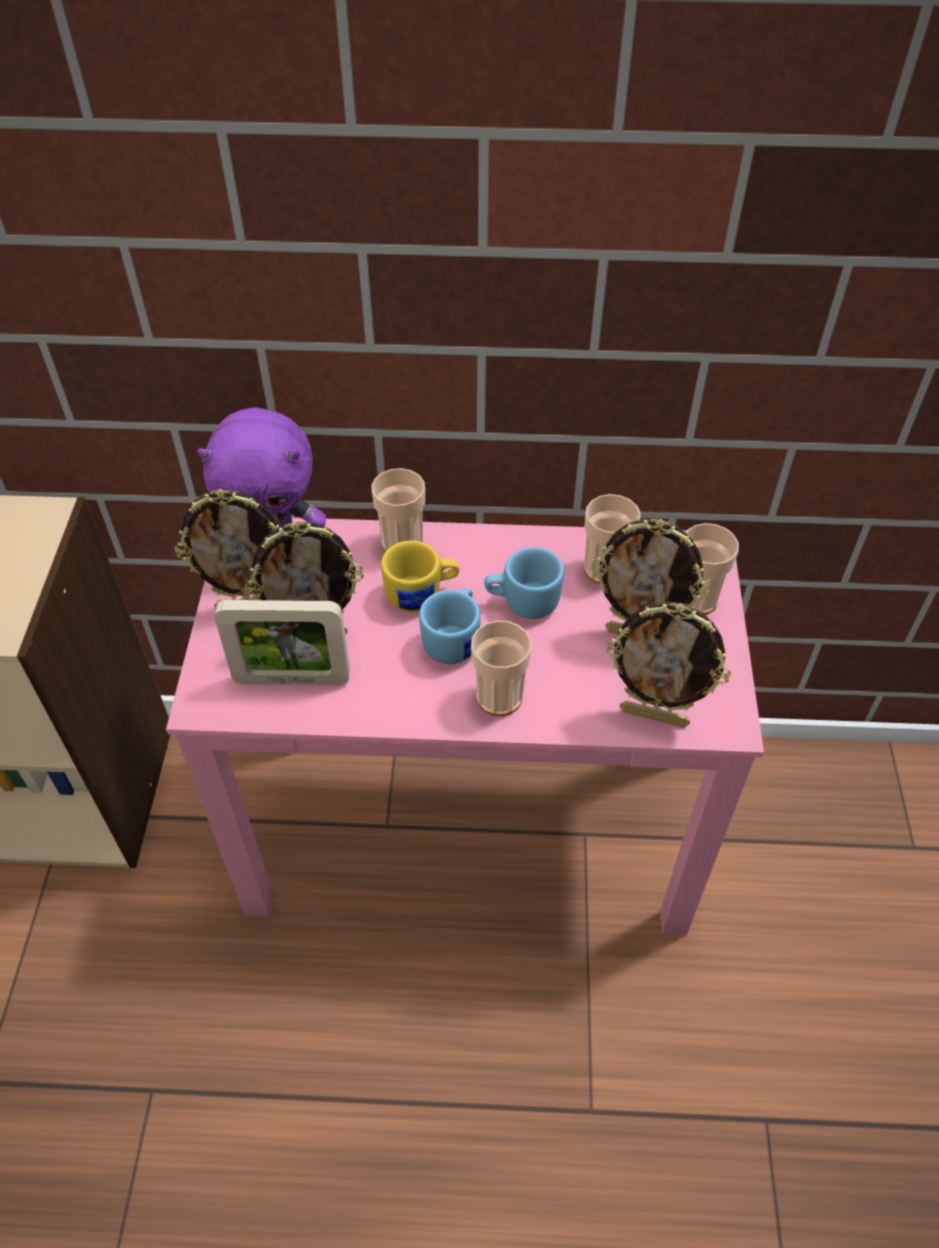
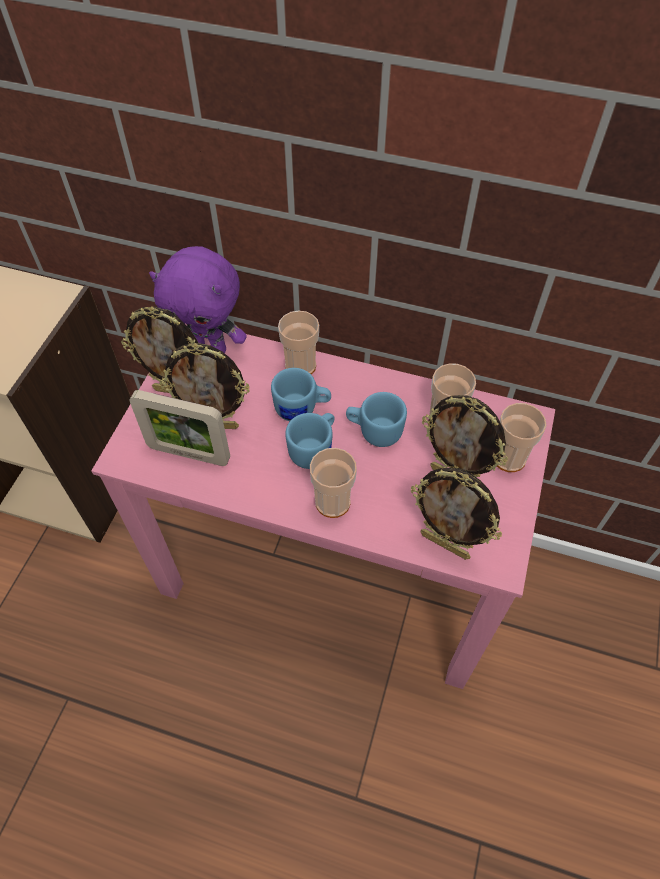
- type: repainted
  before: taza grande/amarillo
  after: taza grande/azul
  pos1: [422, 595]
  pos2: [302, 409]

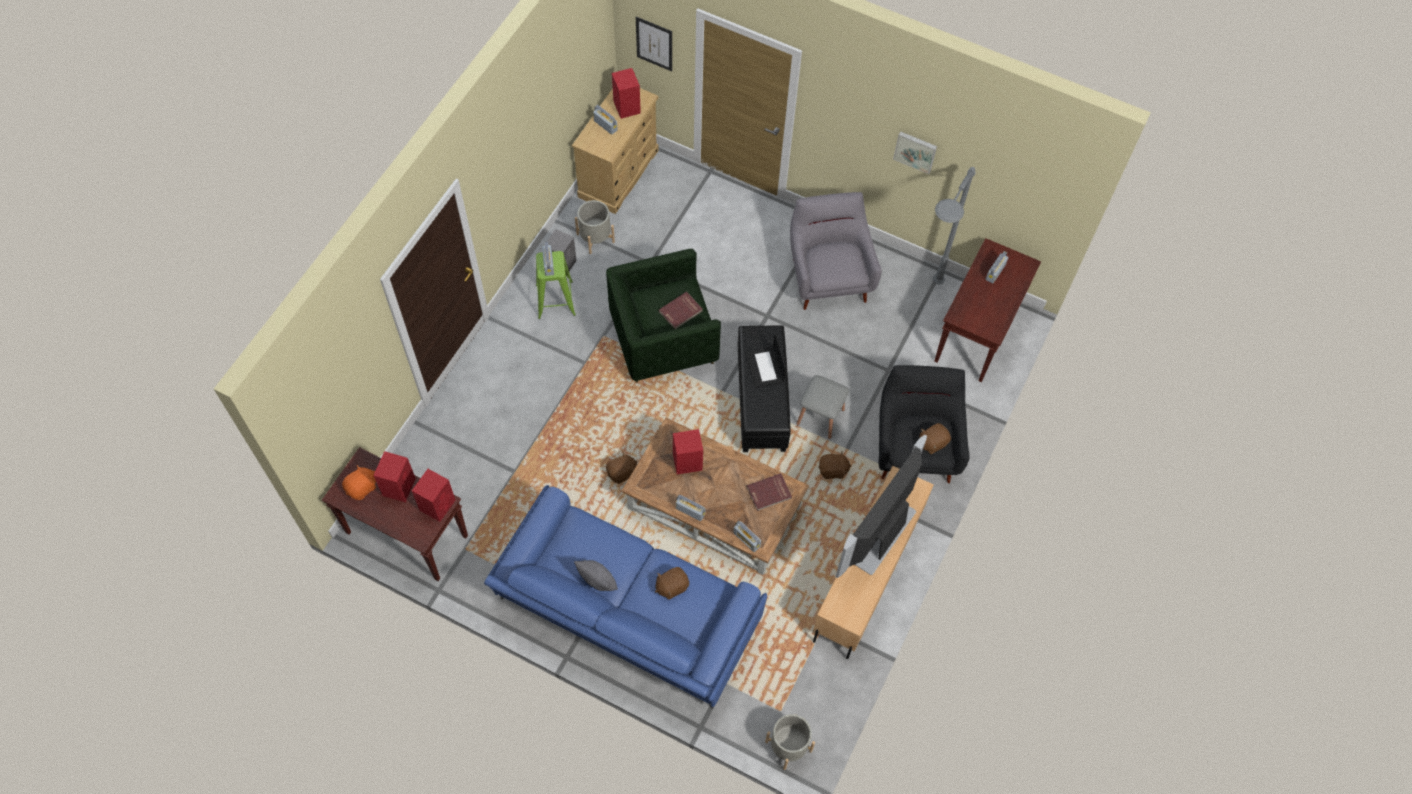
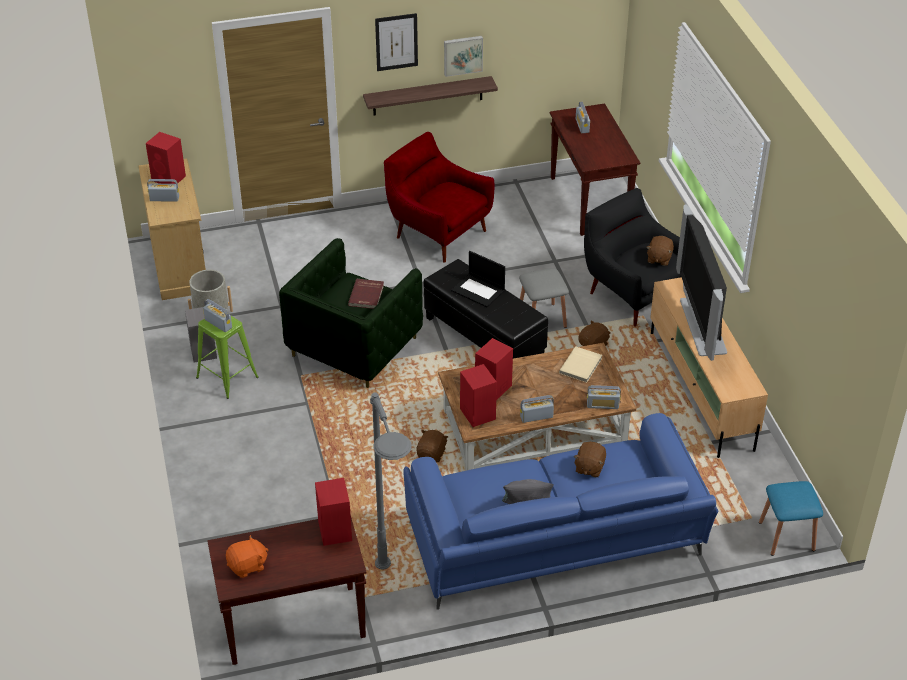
- type: new
  after: estante
  pos2: [427, 96]
- type: shifted
  before: altavoz/rojo
  pos1: [399, 486]
  pos2: [477, 413]
- type: shifted
  before: cuadro
  pos1: [654, 43]
  pos2: [396, 42]
- type: shifted
  before: lámpara de pie/gris
  pos1: [923, 308]
  pos2: [394, 603]
- type: swapped
  before: maceta/gris
  after: taburete/azul
  pos1: [788, 746]
  pos2: [786, 536]
- type: repainted
  before: libro/rojo
  after: libro/beis
  pos1: [769, 493]
  pos2: [581, 366]
- type: repainted
  before: sillón/gris
  after: sillón/rojo
  pos1: [828, 276]
  pos2: [437, 232]
- type: rotated
  before: peluche/naranja
  pos1: [362, 488]
  pos2: [248, 566]
  turn: 60

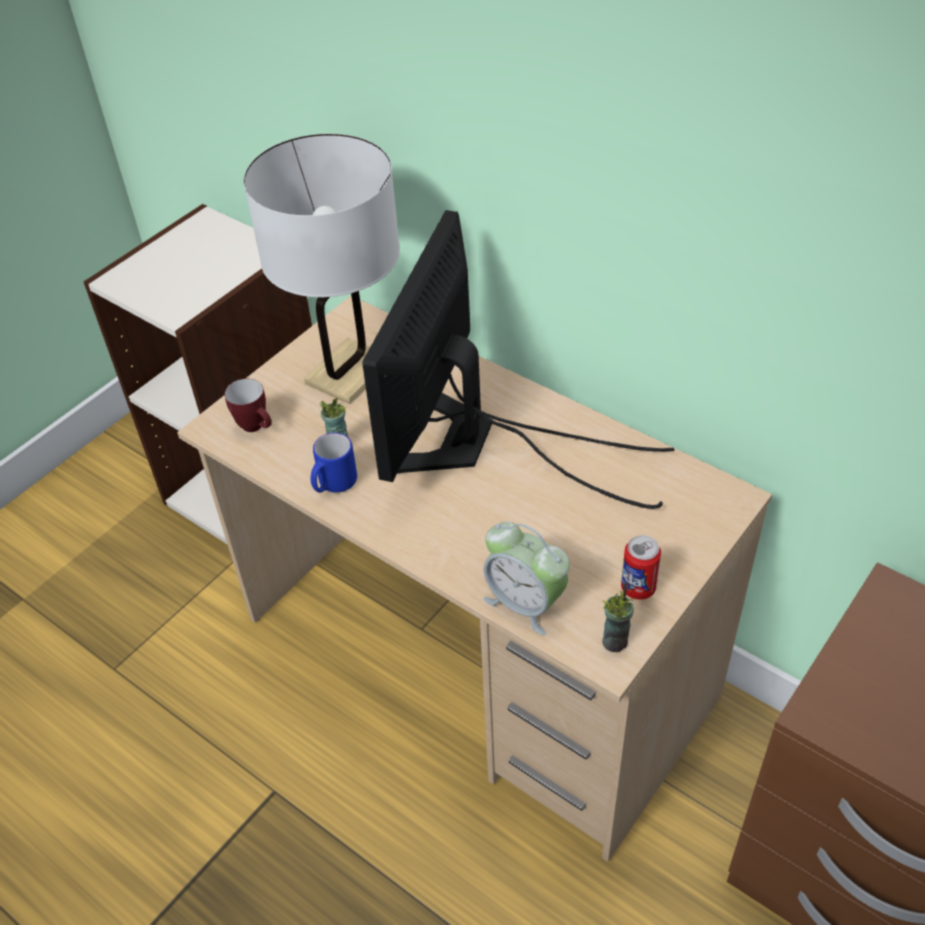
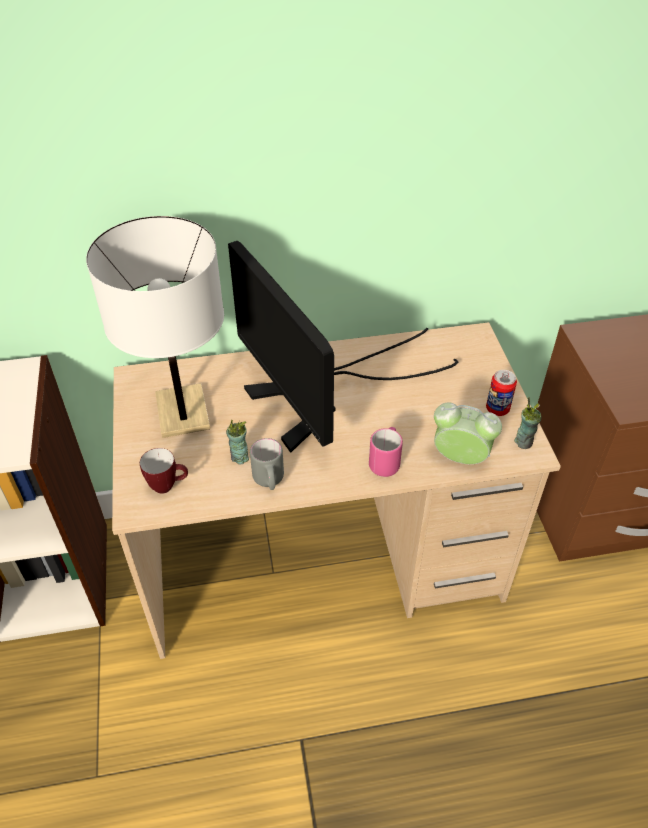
- type: new
  after: taza grande/rosa
  pos2: [386, 461]
- type: repainted
  before: taza grande/azul
  after: taza grande/gris
  pos1: [333, 485]
  pos2: [269, 481]
- type: rotated
  before: despertador
  pos1: [525, 603]
  pos2: [460, 458]
  turn: -150

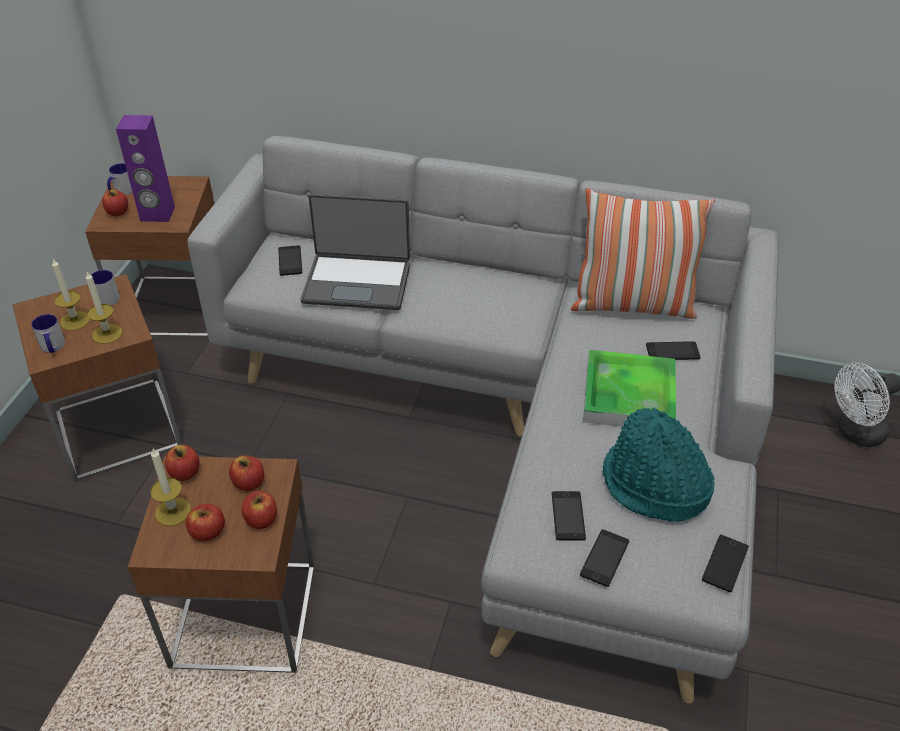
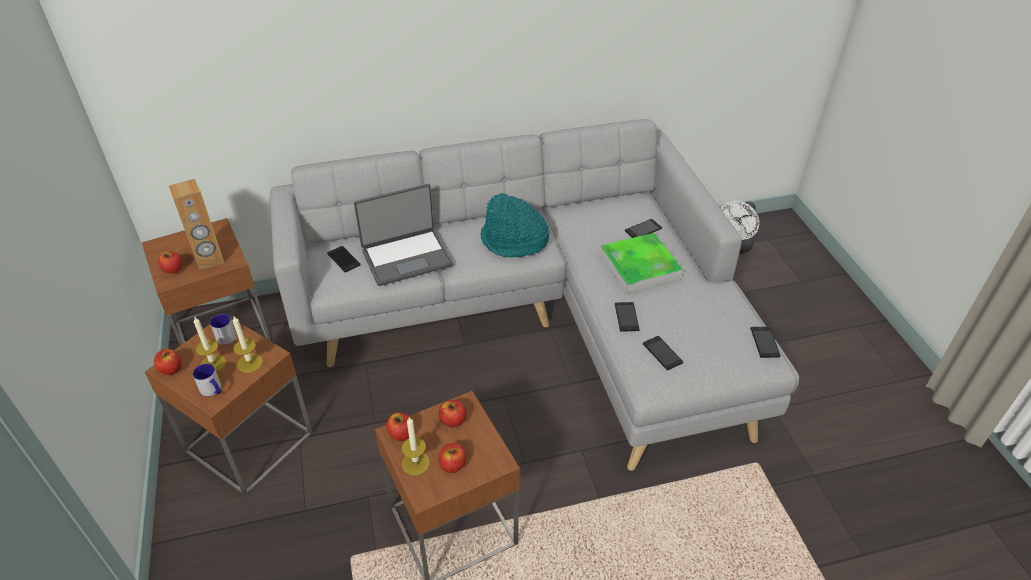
- type: gone
  before: taza grande
  pos1: [122, 192]
- type: gone
  before: cojín
  pos1: [632, 305]
- type: shifted
  before: manzana
  pos1: [261, 520]
  pos2: [171, 369]
- type: shifted
  before: móvil
  pos1: [604, 558]
  pos2: [626, 317]
- type: shifted
  before: sombrero/turquesa
  pos1: [653, 486]
  pos2: [514, 241]
- type: repainted
  before: altavoz/morado
  after: altavoz/marrón
  pos1: [157, 214]
  pos2: [209, 260]

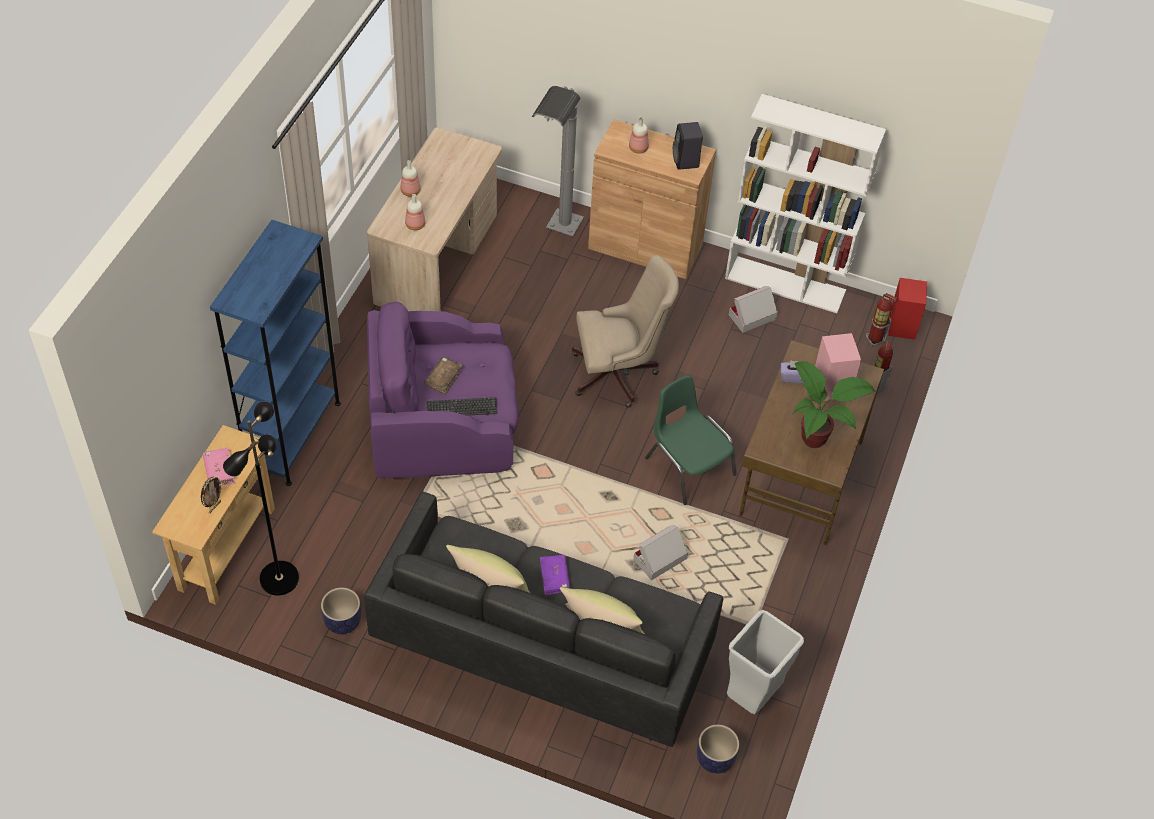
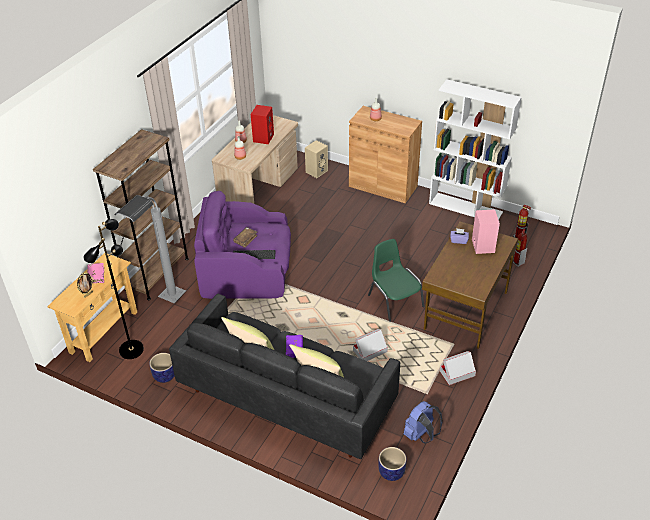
- type: gone
  before: silla de oficina/beis
  pos1: [619, 374]
- type: gone
  before: altavoz/negro
  pos1: [686, 161]
- type: gone
  before: planta en maceta
  pos1: [817, 438]
- type: new
  after: altavoz/beis
  pos2: [316, 171]
- type: shifted
  before: lámpara de pie/gris
  pos1: [557, 239]
  pos2: [164, 305]
- type: shifted
  before: caja de cartón
  pos1: [752, 317]
  pos2: [457, 373]
- type: shifted
  before: altavoz/rojo
  pos1: [901, 325]
  pos2: [263, 137]
- type: swapped
  before: papelera/gris
  after: mochila/azul
  pos1: [752, 696]
  pos2: [421, 435]
- type: repainted
  before: estantería/azul
  after: estantería/marrón
  pos1: [293, 435]
  pos2: [157, 274]

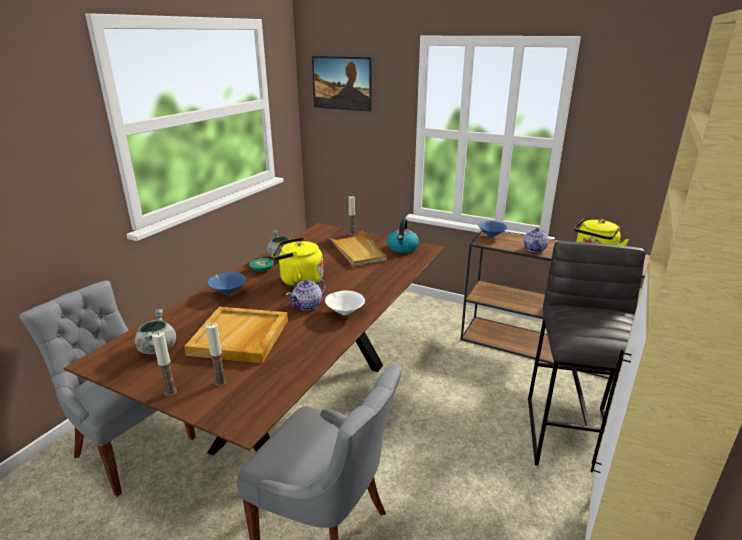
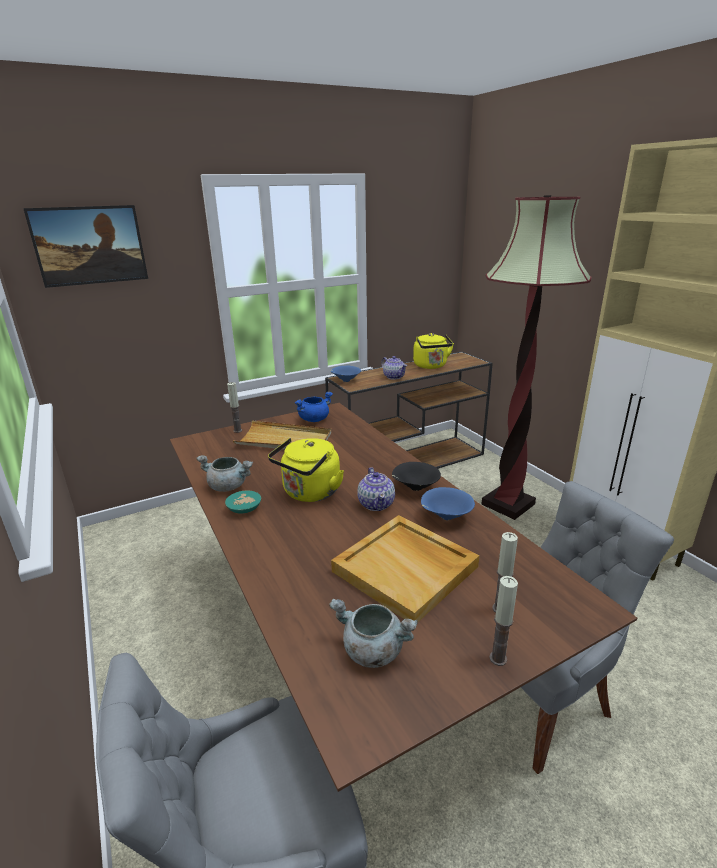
- type: shifted
  before: cuenco/azul
  pos1: [228, 292]
  pos2: [445, 517]
- type: swapped
  before: hervidor
  after: olla/azul
  pos1: [402, 248]
  pos2: [314, 419]
- type: swapped
  before: taburete/gris
  after: lámpara de pie
  pos1: [572, 434]
  pos2: [508, 504]
- type: repainted
  before: cuenco/blanco
  after: cuenco/negro
  pos1: [344, 312]
  pos2: [414, 488]

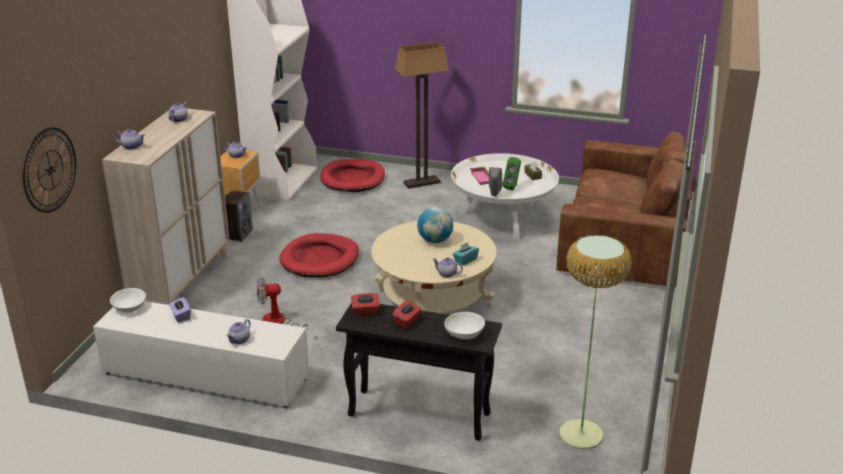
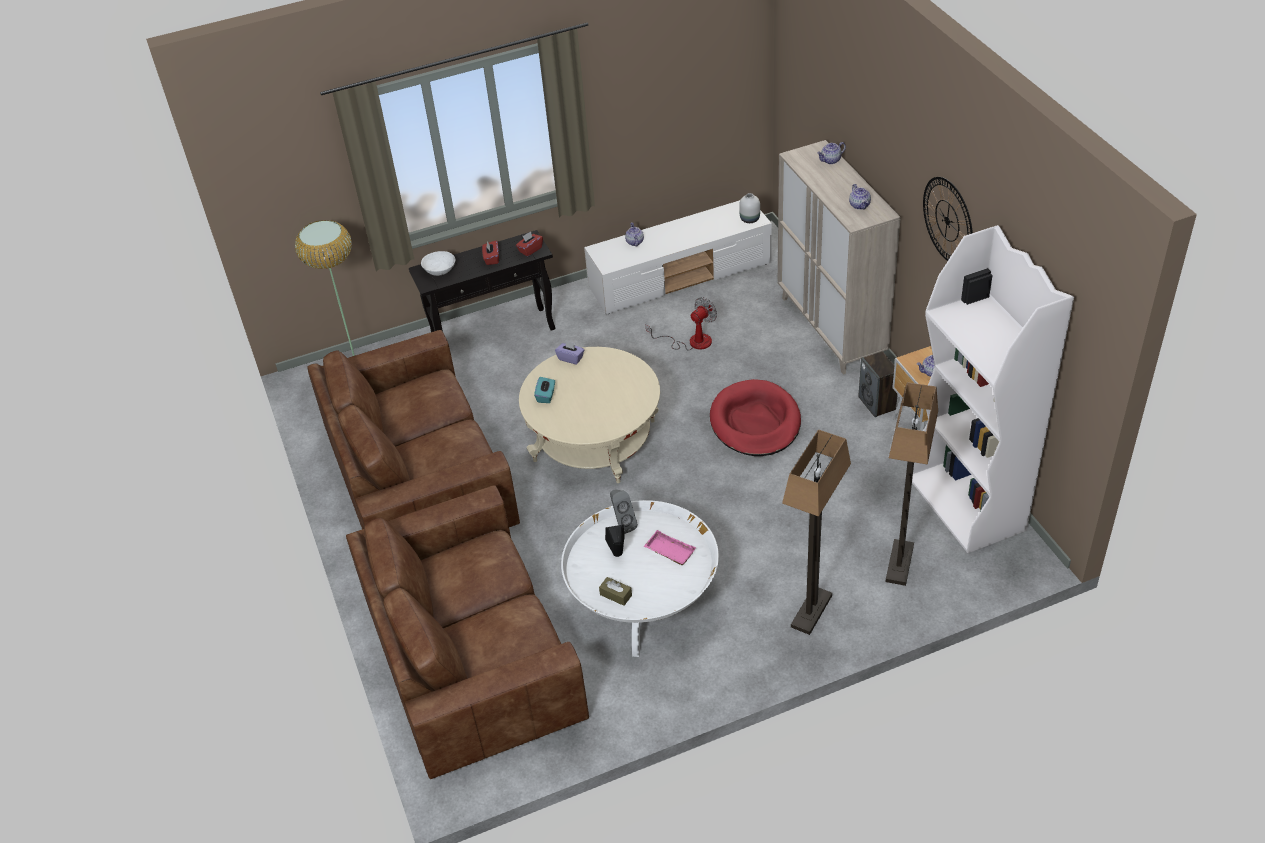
- type: gone
  before: globo terráqueo
  pos1: [435, 240]
- type: gone
  before: tetera
  pos1: [446, 274]
- type: new
  after: sofá/marrón
  pos2: [418, 476]
- type: shifted
  before: reloj de pared
  pos1: [50, 170]
  pos2: [947, 220]
- type: shifted
  before: caja de pañuelos/morado
  pos1: [181, 316]
  pos2: [571, 358]
- type: swapped
  before: cuenco/blanco
  after: florero/blanco
  pos1: [129, 308]
  pos2: [750, 219]
- type: swapped
  before: cama para perro/rojo
  after: lámpara de pie
  pos1: [353, 179]
  pos2: [900, 564]
- type: repainted
  before: altavoz/verde
  after: altavoz/negro
  pos1: [512, 187]
  pos2: [617, 555]

